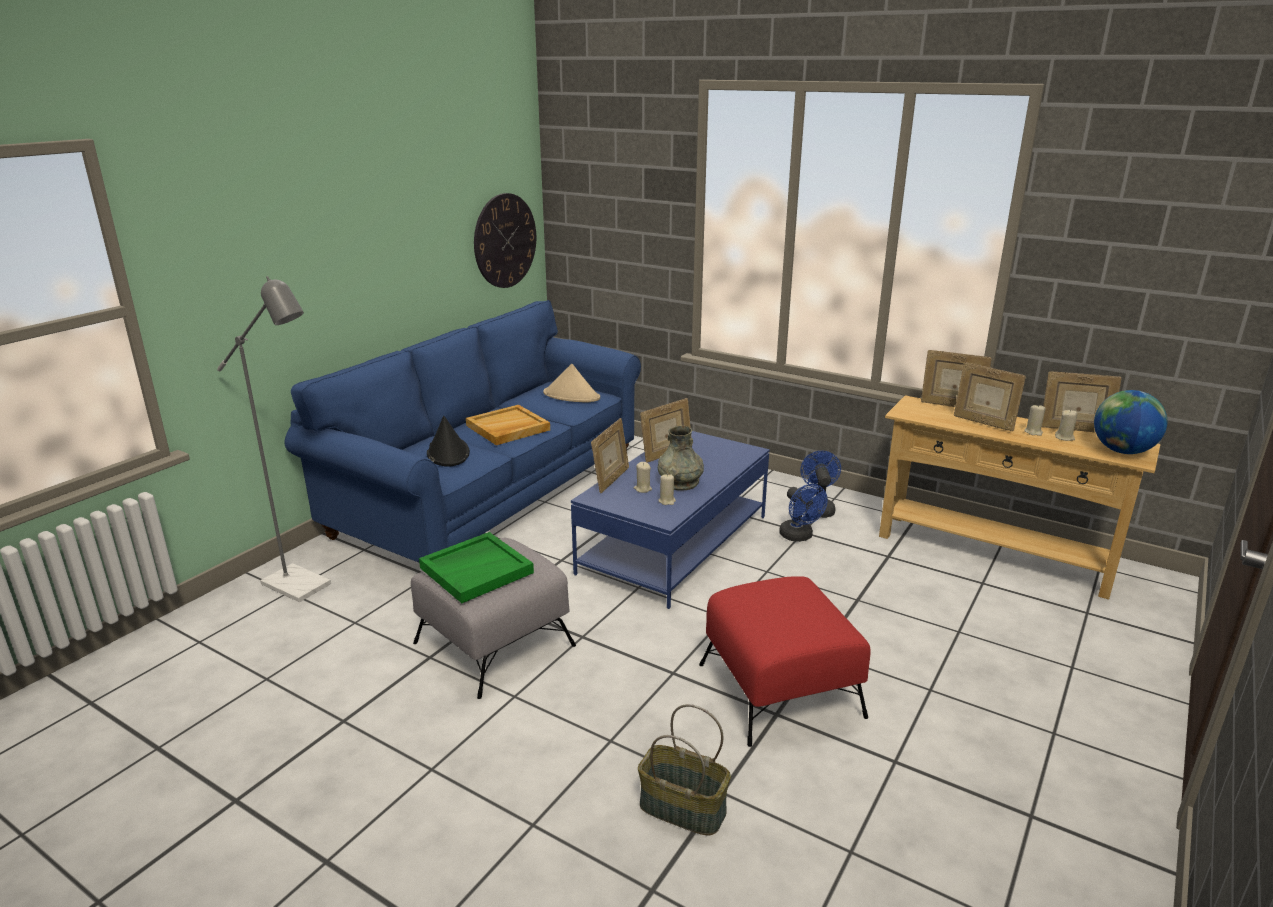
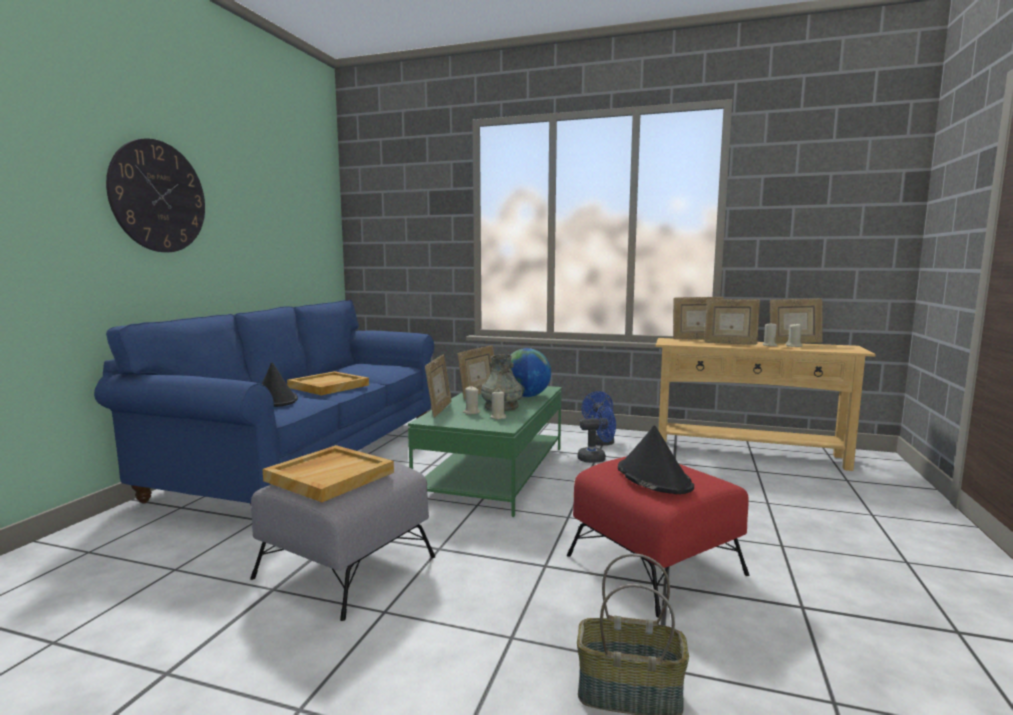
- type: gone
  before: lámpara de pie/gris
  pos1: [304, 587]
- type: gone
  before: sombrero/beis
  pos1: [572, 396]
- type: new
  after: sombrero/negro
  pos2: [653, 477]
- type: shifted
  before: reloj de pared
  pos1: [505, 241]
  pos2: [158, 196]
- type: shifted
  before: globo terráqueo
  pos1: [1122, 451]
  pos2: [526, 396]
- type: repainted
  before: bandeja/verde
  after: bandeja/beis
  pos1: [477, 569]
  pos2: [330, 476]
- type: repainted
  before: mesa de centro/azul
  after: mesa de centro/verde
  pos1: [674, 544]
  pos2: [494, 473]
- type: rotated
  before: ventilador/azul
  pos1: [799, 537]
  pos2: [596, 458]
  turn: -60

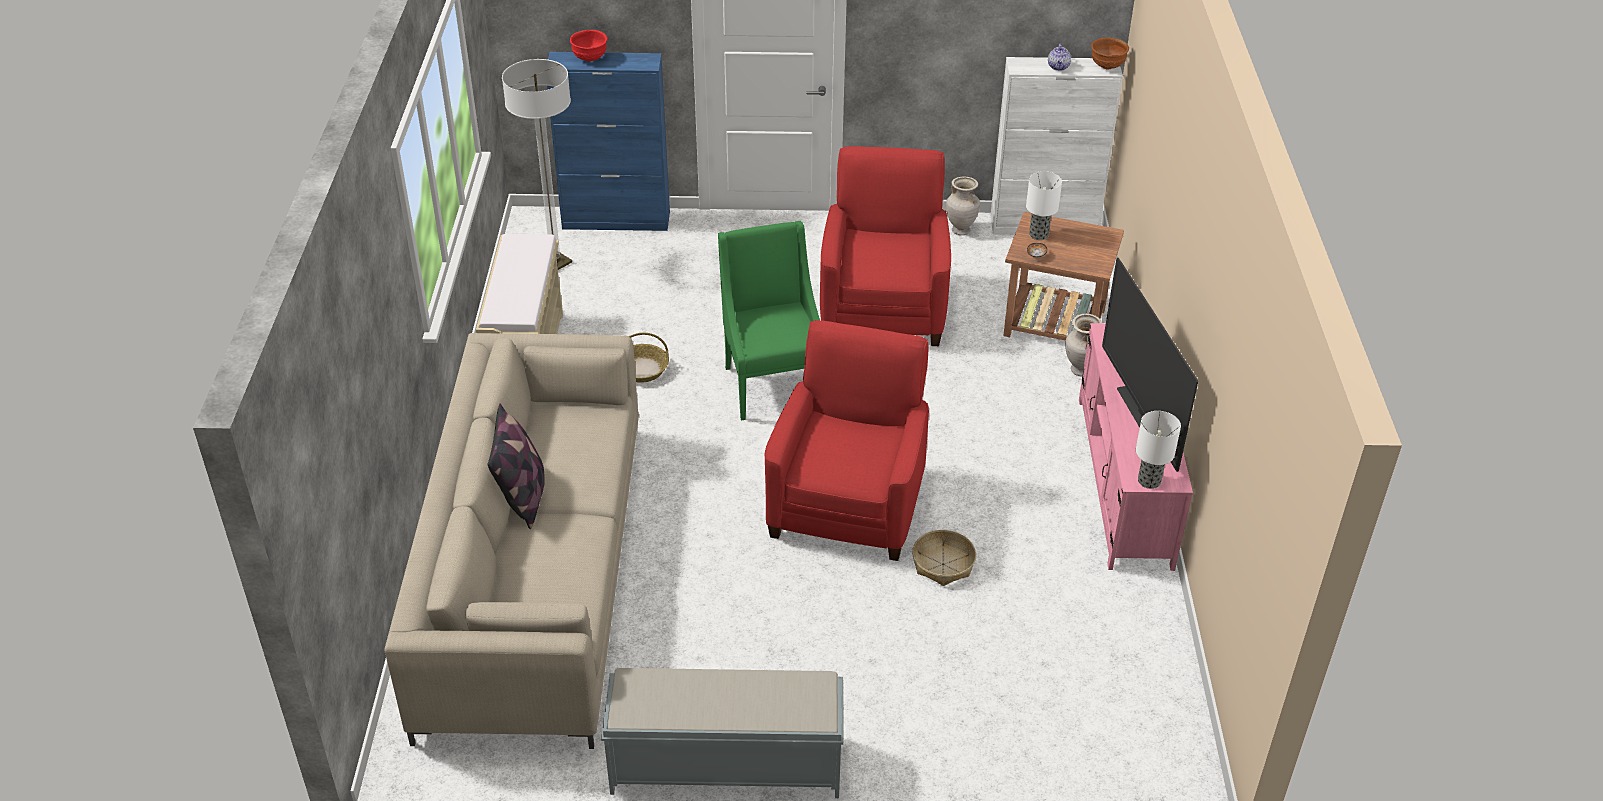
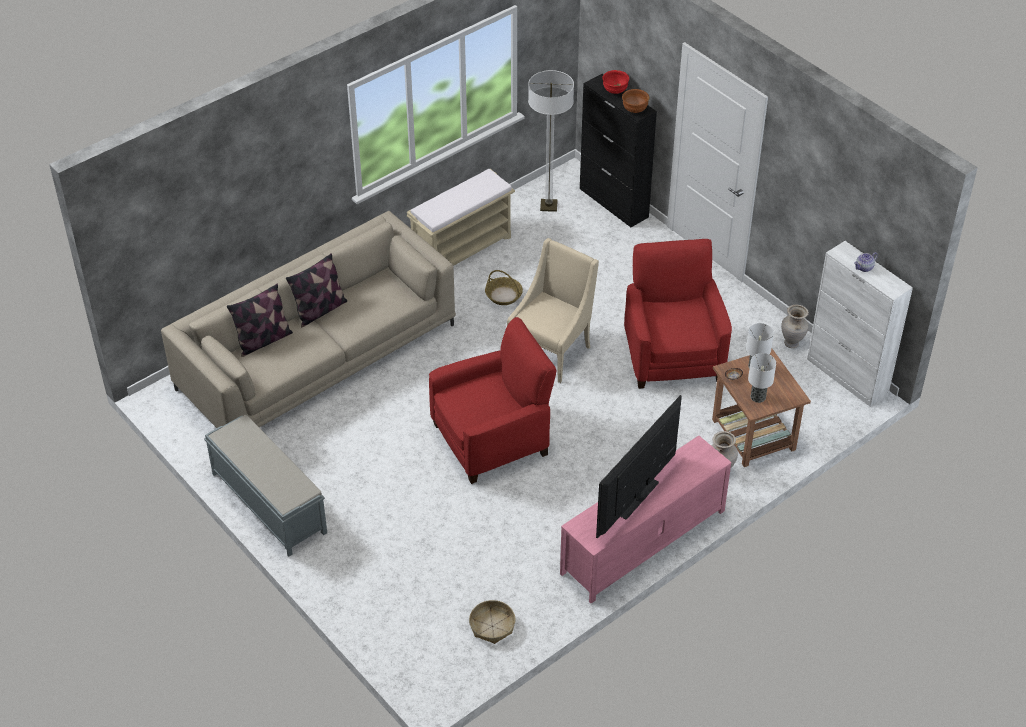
- type: new
  after: cojín
  pos2: [263, 340]
- type: shifted
  before: cesta
  pos1: [943, 564]
  pos2: [492, 626]
- type: shifted
  before: cuenco/marrón
  pos1: [1106, 66]
  pos2: [634, 109]
- type: shifted
  before: lámpara de mesa
  pos1: [1148, 481]
  pos2: [757, 397]
- type: repainted
  before: armario/azul
  after: armario/negro
  pos1: [617, 220]
  pos2: [614, 203]
- type: repainted
  before: sillón/verde
  after: sillón/beis
  pos1: [772, 384]
  pos2: [552, 351]
- type: rotated
  before: sillón/rojo
  pos1: [883, 308]
  pos2: [673, 355]
  turn: -60

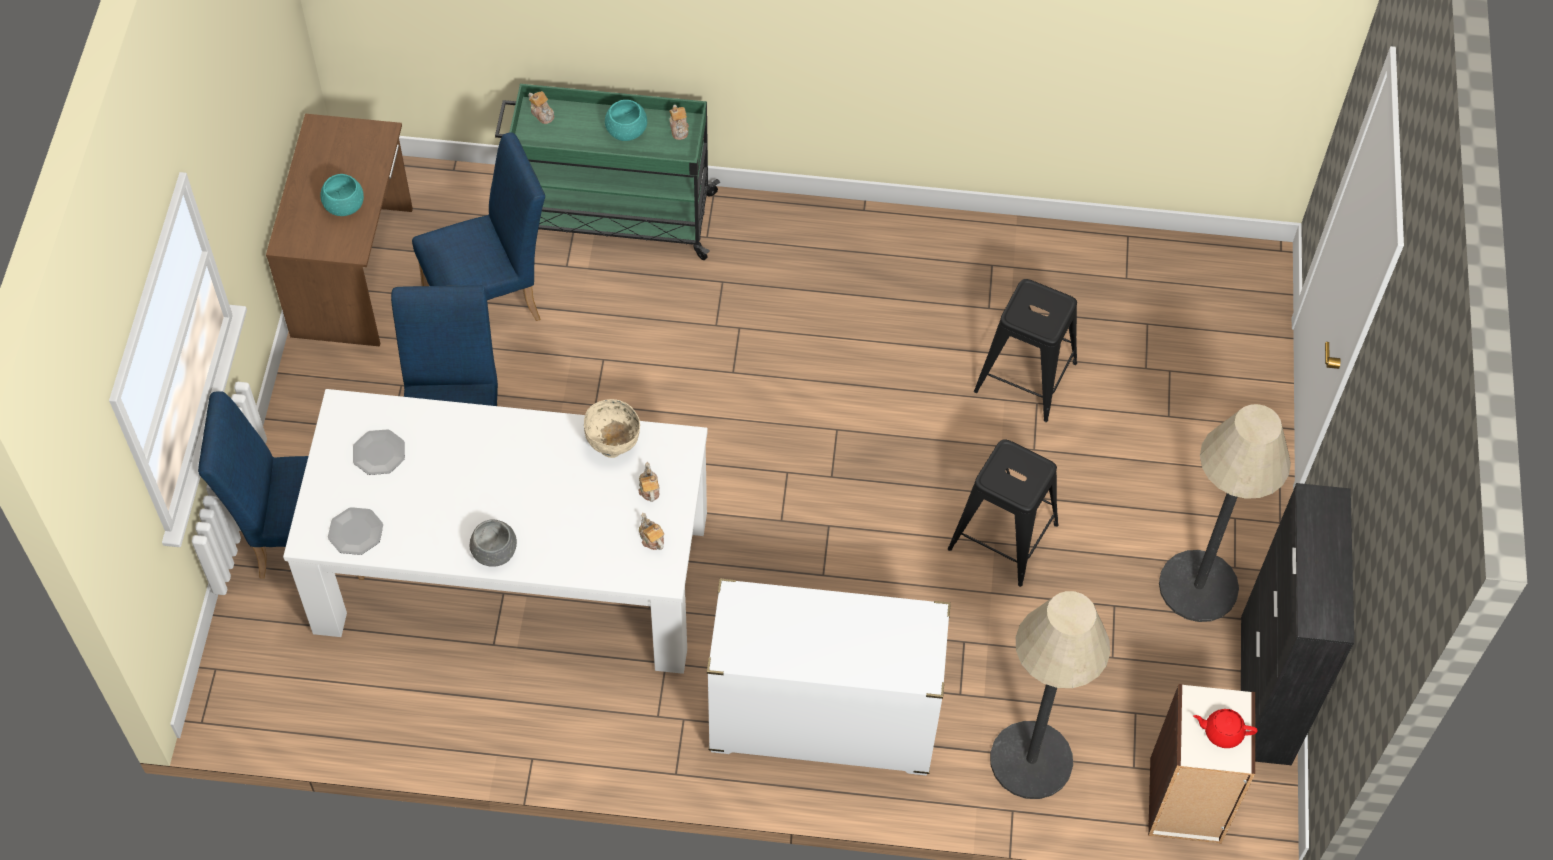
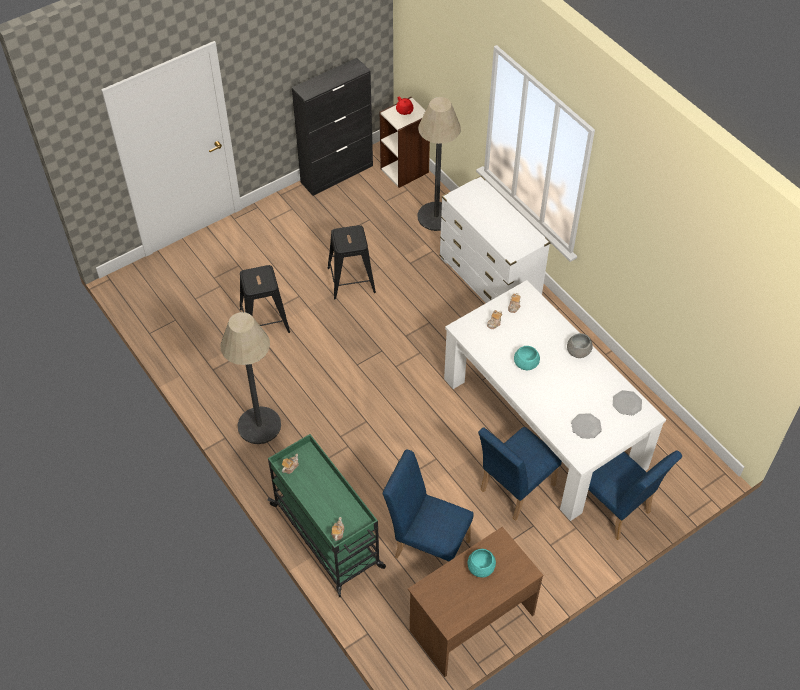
- type: gone
  before: cuenco/beis
  pos1: [613, 445]
- type: shifted
  before: cuenco/turquesa
  pos1: [627, 130]
  pos2: [525, 363]
- type: shifted
  before: lámpara de pie
  pos1: [1198, 586]
  pos2: [259, 425]

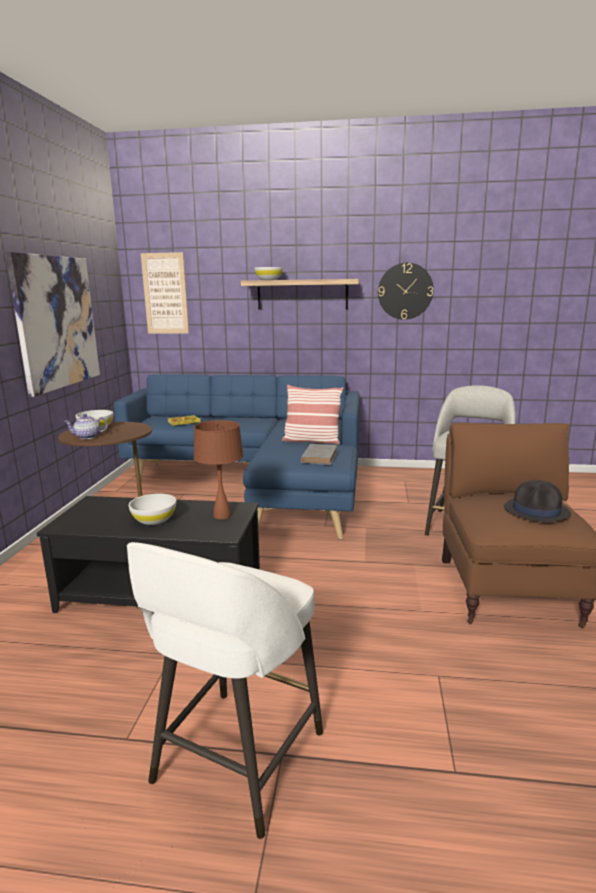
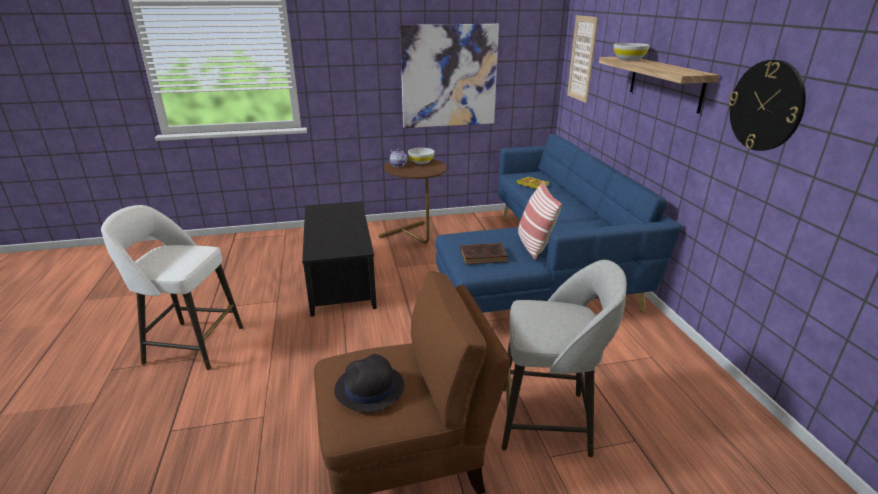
- type: gone
  before: cuenco/blanco
  pos1: [154, 519]
- type: gone
  before: lámpara de mesa/marrón
  pos1: [222, 515]
- type: repainted
  before: libro/gris
  after: libro/marrón
  pos1: [319, 457]
  pos2: [484, 256]

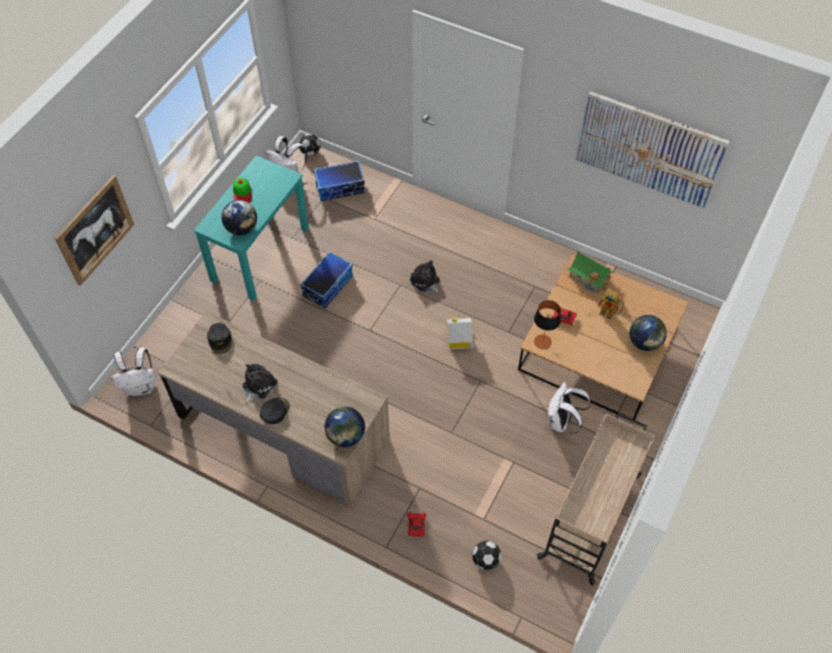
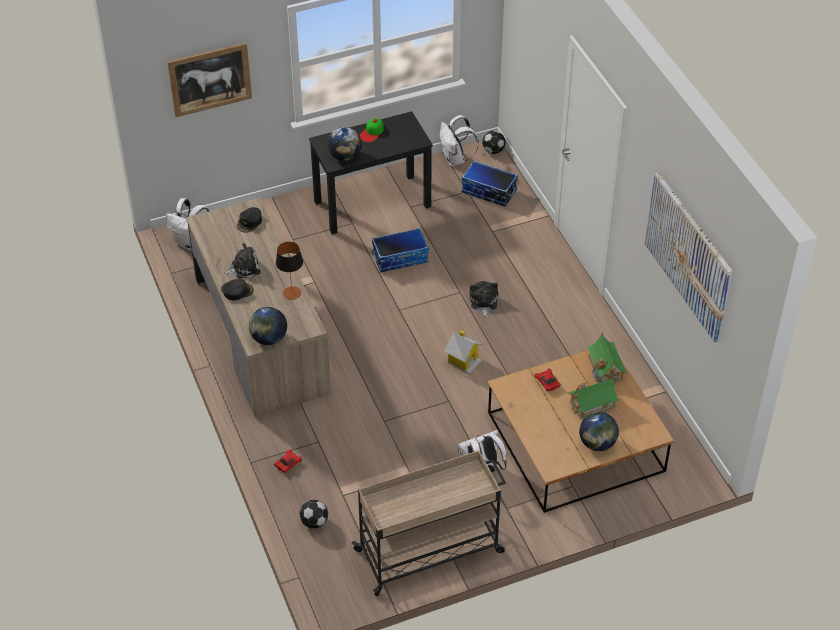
- type: shifted
  before: lámpara de mesa
  pos1: [542, 342]
  pos2: [292, 293]
- type: swapped
  before: robot de juguete
  after: casita
  pos1: [610, 313]
  pos2: [592, 405]
- type: repainted
  before: escritorio/turquesa
  after: escritorio/negro
  pos1: [260, 253]
  pos2: [372, 203]

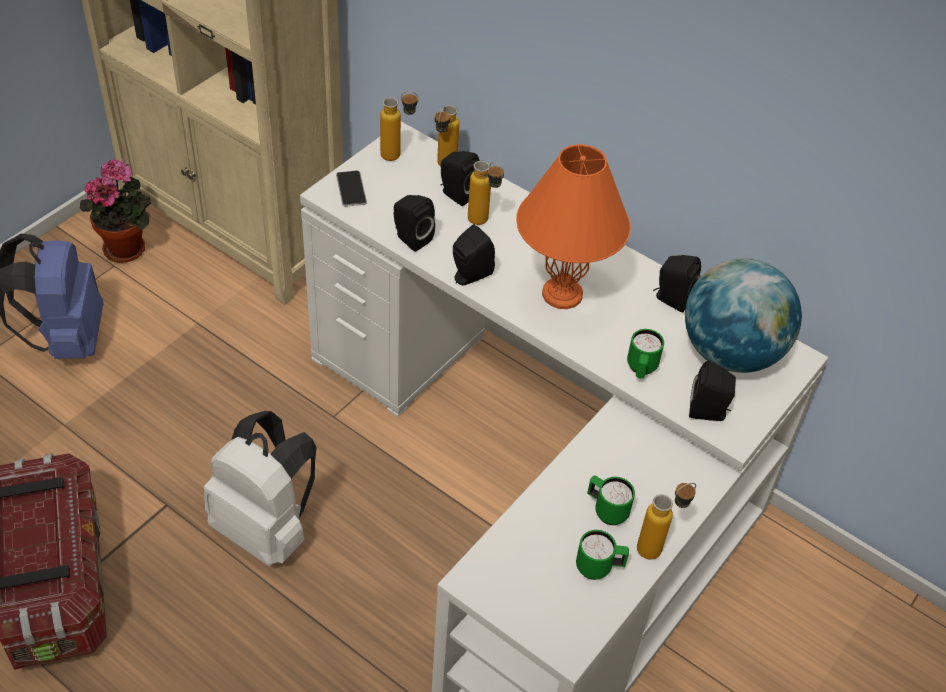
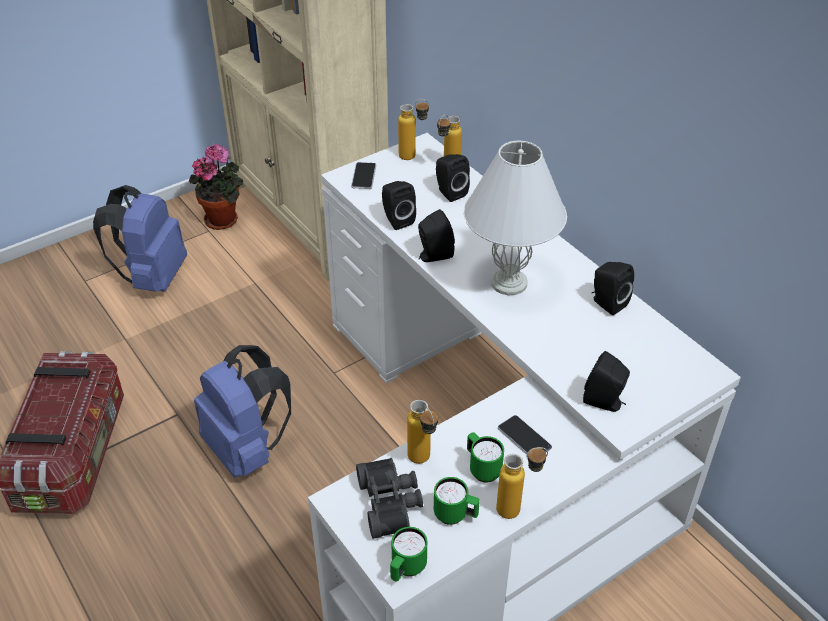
- type: gone
  before: globo terráqueo
  pos1: [731, 352]
- type: new
  after: prismáticos/negro
  pos2: [391, 503]
- type: new
  after: móvil
  pos2: [524, 438]
- type: shifted
  before: botella
  pos1: [483, 223]
  pos2: [423, 462]
- type: shifted
  before: taza grande/verde
  pos1: [641, 369]
  pos2: [406, 569]
- type: repainted
  before: mochila/blanco
  after: mochila/azul
  pos1: [267, 528]
  pos2: [247, 449]
- type: repainted
  before: lámpara de mesa/naranja
  after: lámpara de mesa/blanco
  pos1: [561, 294]
  pos2: [508, 283]

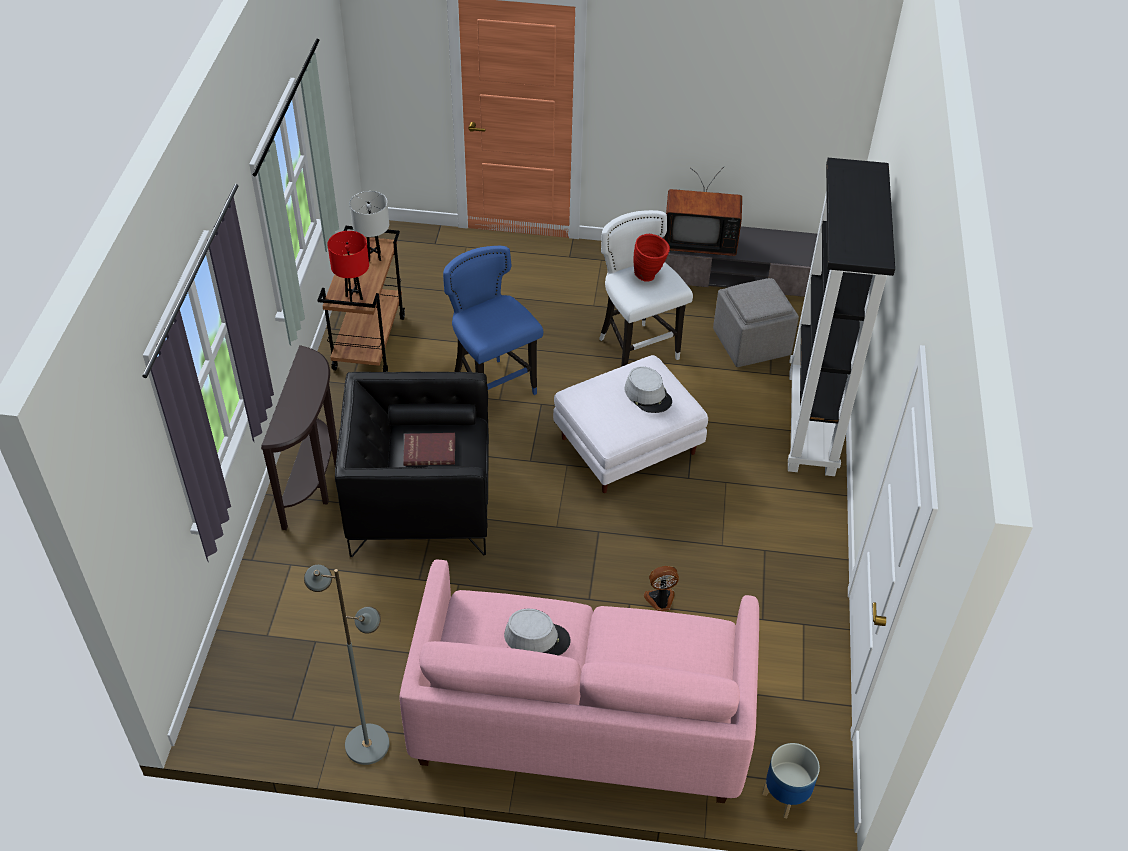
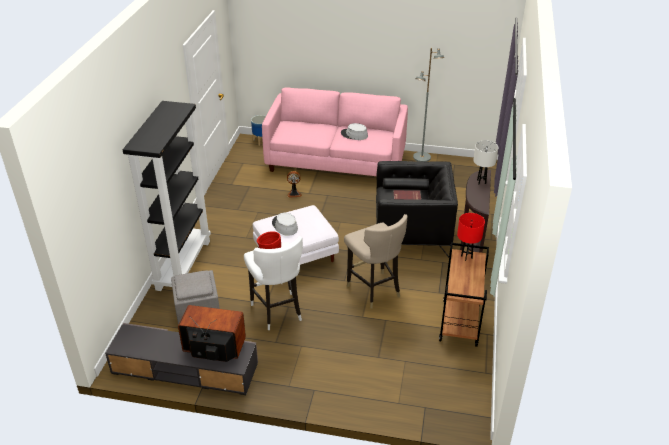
- type: shifted
  before: lámpara de mesa/blanco
  pos1: [374, 257]
  pos2: [481, 182]
- type: repainted
  before: taburete/azul
  after: taburete/beis
  pos1: [493, 389]
  pos2: [374, 290]

